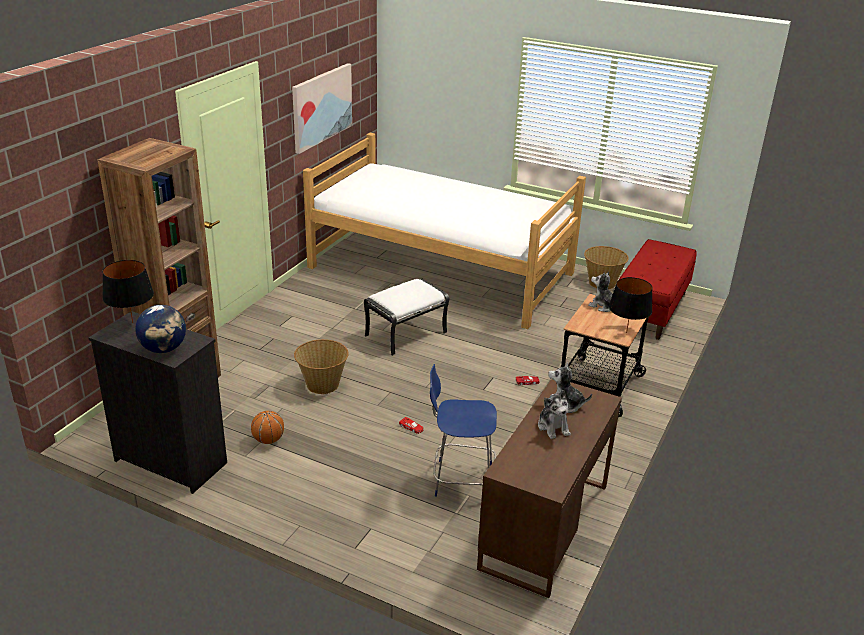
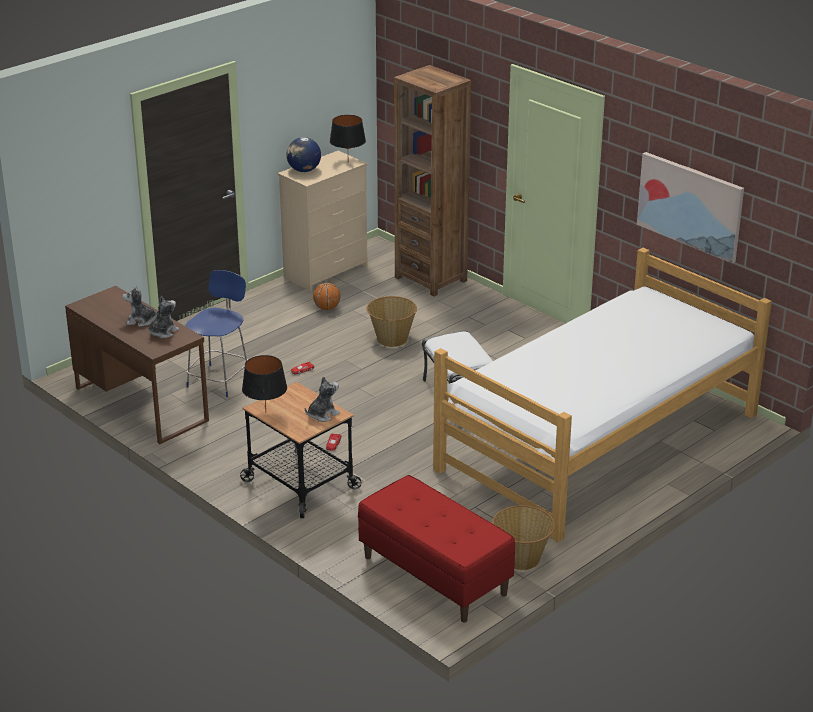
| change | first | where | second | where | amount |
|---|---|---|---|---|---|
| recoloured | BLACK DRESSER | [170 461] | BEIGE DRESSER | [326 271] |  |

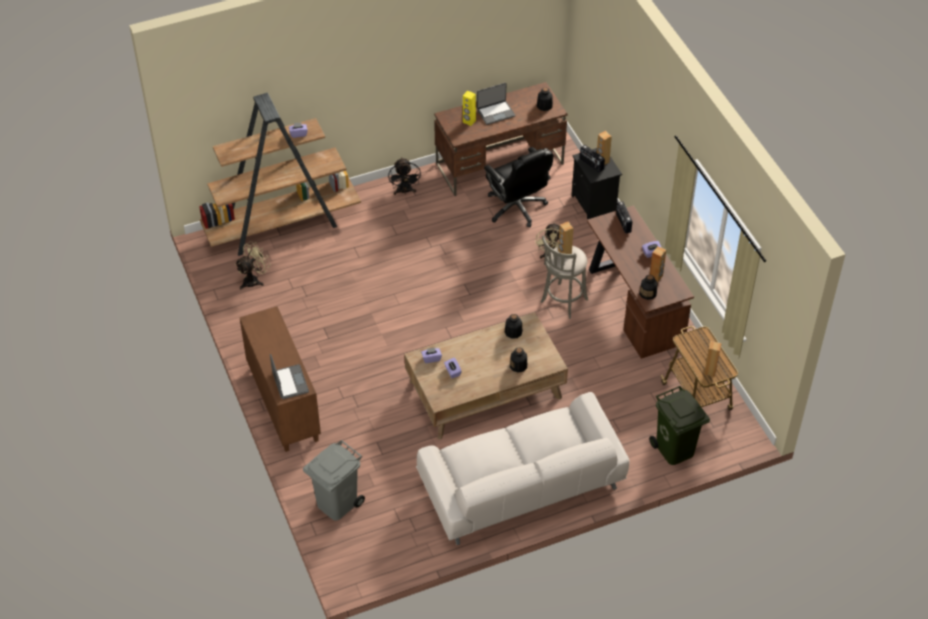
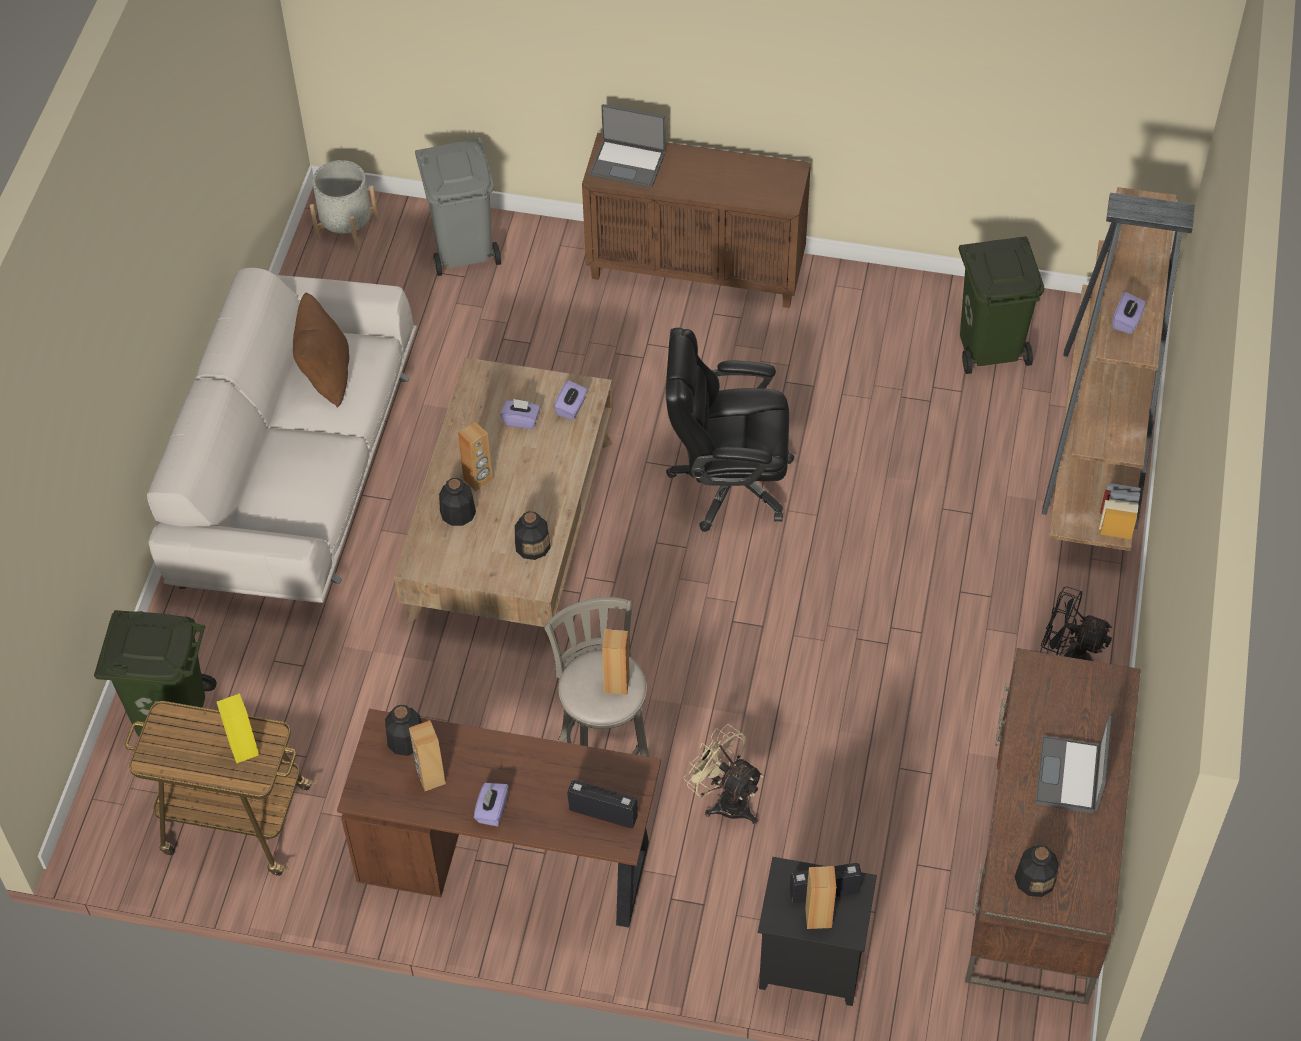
| change | first | where | second | where | amount |
|---|---|---|---|---|---|
| added |  |  | BROWN PILLOW | [326 374] |  |
| added |  |  | GREY PLANTER | [347 229] |  |
| moved | YELLOW SPEAKER | [469 121] |  | [244 750] |  |
| moved | BLACK OFFICE CHAIR | [517 208] |  | [728 483] |  |
| moved | BROWN SPEAKER | [710 371] |  | [478 480] |  |
| replaced | BEIGE FAN | [254 280] | GREEN TRASH CAN | [991 346] |  |

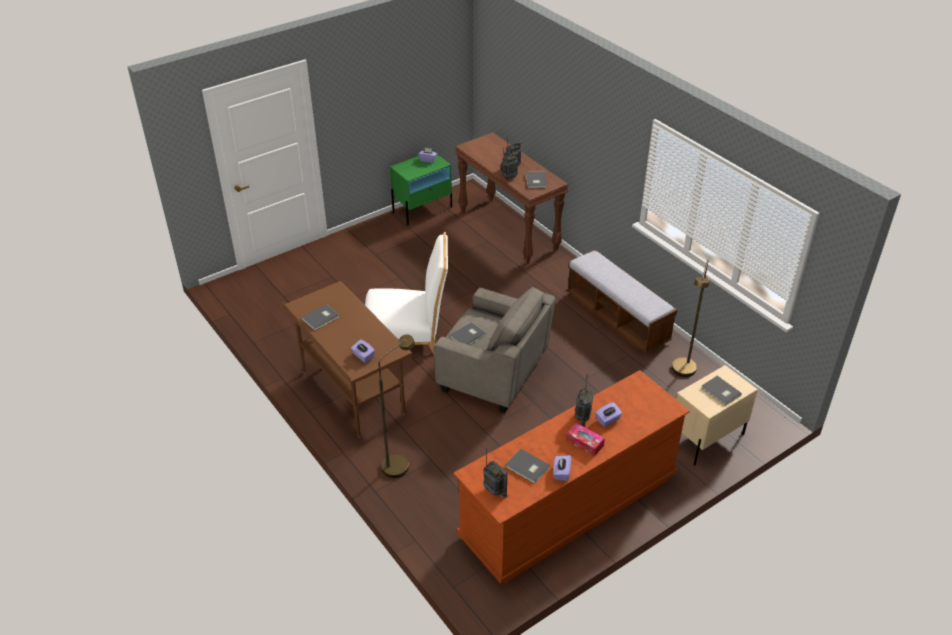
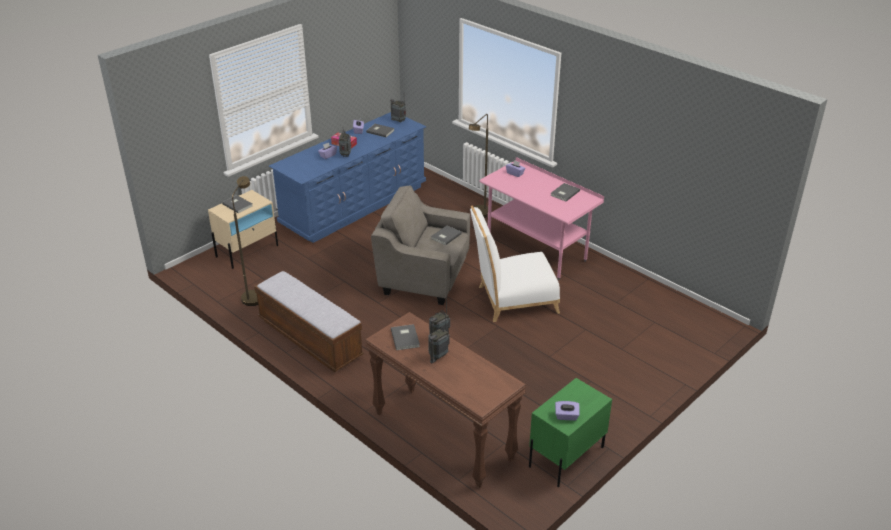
| change | first | where | second | where | amount |
|---|---|---|---|---|---|
| recoloured | BROWN DESK | [352 393] | PINK DESK | [536 251] |  |
| recoloured | BROWN DRESSER | [568 507] | BLUE DRESSER | [354 205] |  |

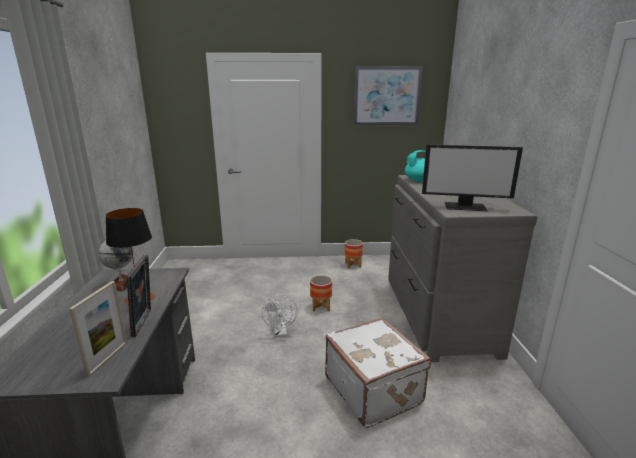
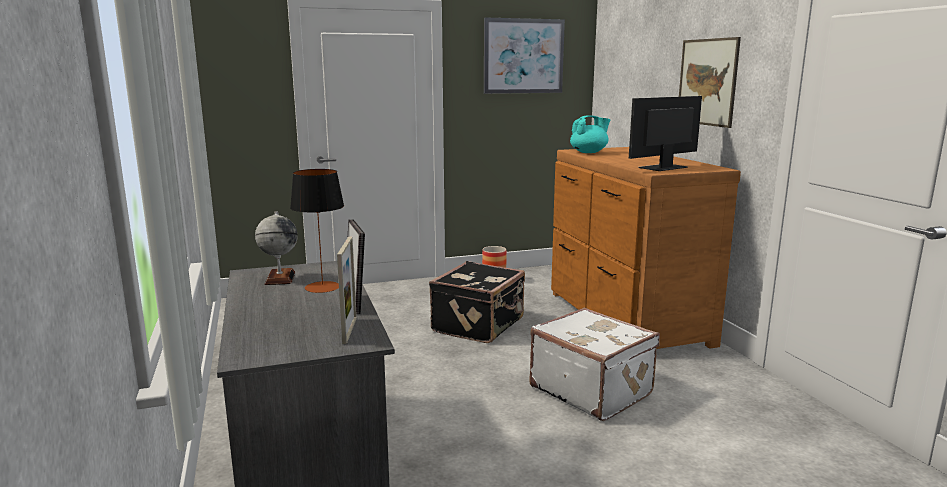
| change | first | where | second | where | amount |
|---|---|---|---|---|---|
| removed | WHITE FAN | [280 332] |  |  |  |
| added |  |  | PICTURE | [707 82] |  |
| replaced | PLANTER | [321 307] | BLACK SUITCASE | [480 325] |  |
| recoloured | GREY DRESSER | [437 315] | BROWN DRESSER | [625 318] |  |
| turned | MONITOR | [465 206] |  | [663 167] | 150 degrees clockwise |

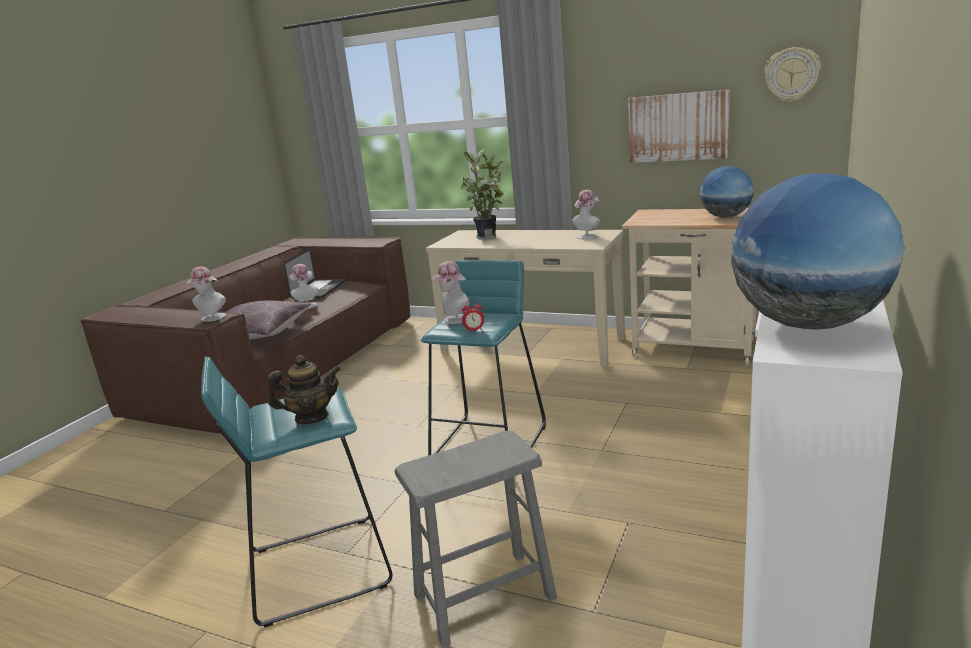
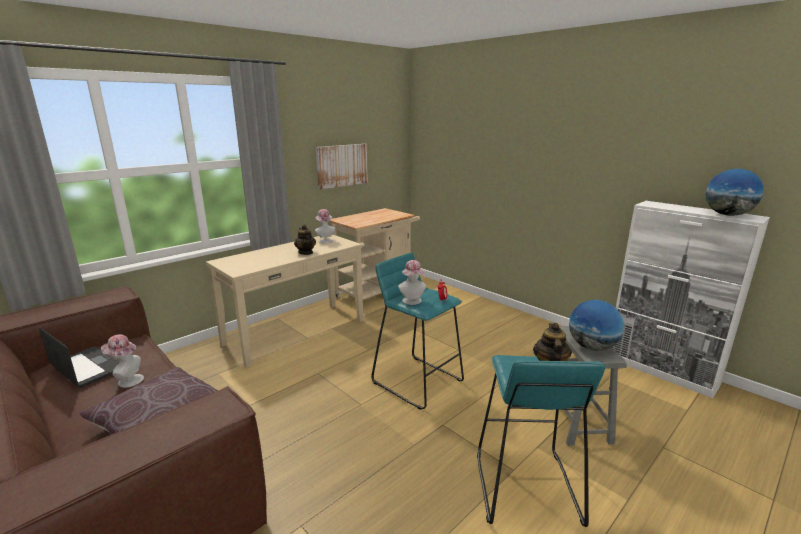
| change | first | where | second | where | amount |
|---|---|---|---|---|---|
| removed | HAT | [211 318] |  |  |  |
| removed | POTTED PLANT | [489 237] |  |  |  |
| removed | WALL CLOCK | [791 74] |  |  |  |
| added |  |  | TEAPOT | [306 252] |  |
| moved | GLOBE | [725 217] |  | [592 347] |  |

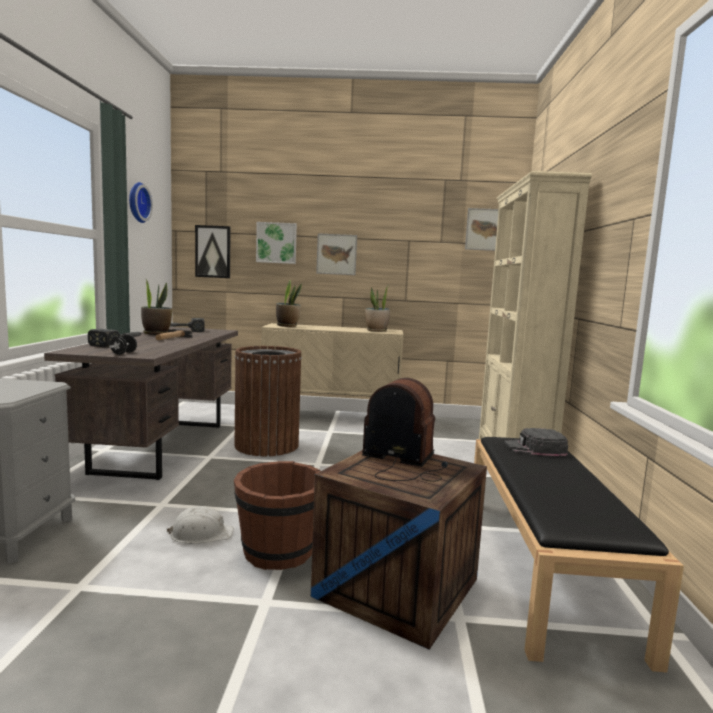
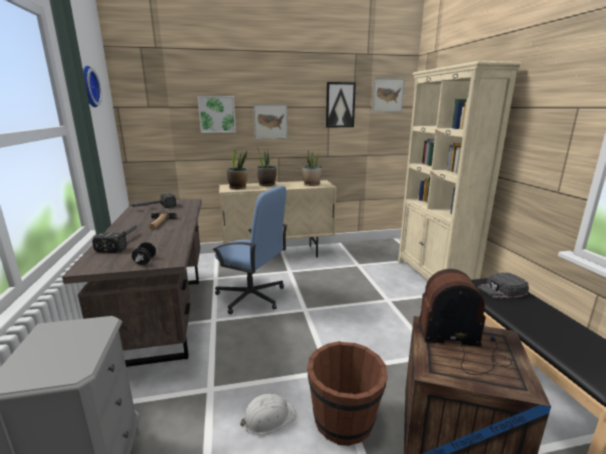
| change | first | where | second | where | amount |
|---|---|---|---|---|---|
| moved | POTTED PLANT | [156 333] |  | [266 185] |  |
| moved | PICTURE | [213 251] |  | [340 105] |  |
| replaced | BROWN TRASH CAN | [266 445] | BLUE OFFICE CHAIR | [251 297] |  |

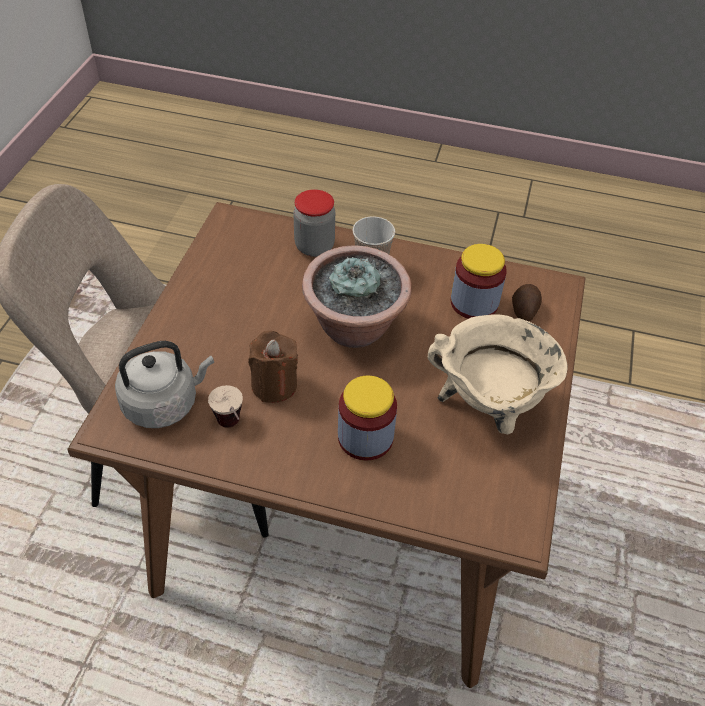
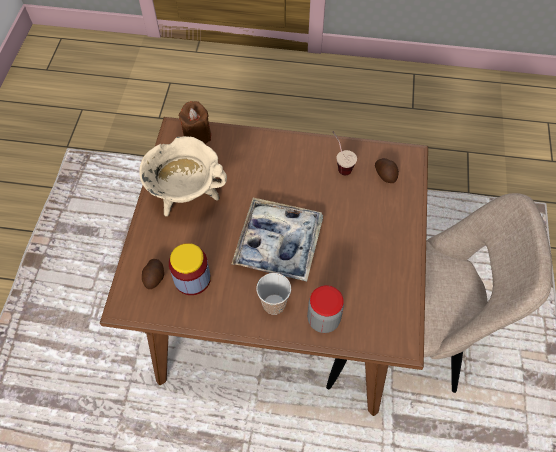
| change | first | where | second | where | amount |
|---|---|---|---|---|---|
| removed | JAR | [365 437] |  |  |  |
| moved | BROWN CANDLE | [274 385] |  | [197 136] |  |
| replaced | GREY KETTLE | [164 403] | POTATO | [385 174] |  |
| replaced | POTTED PLANT | [355 328] | TRAY | [278 244] |  |

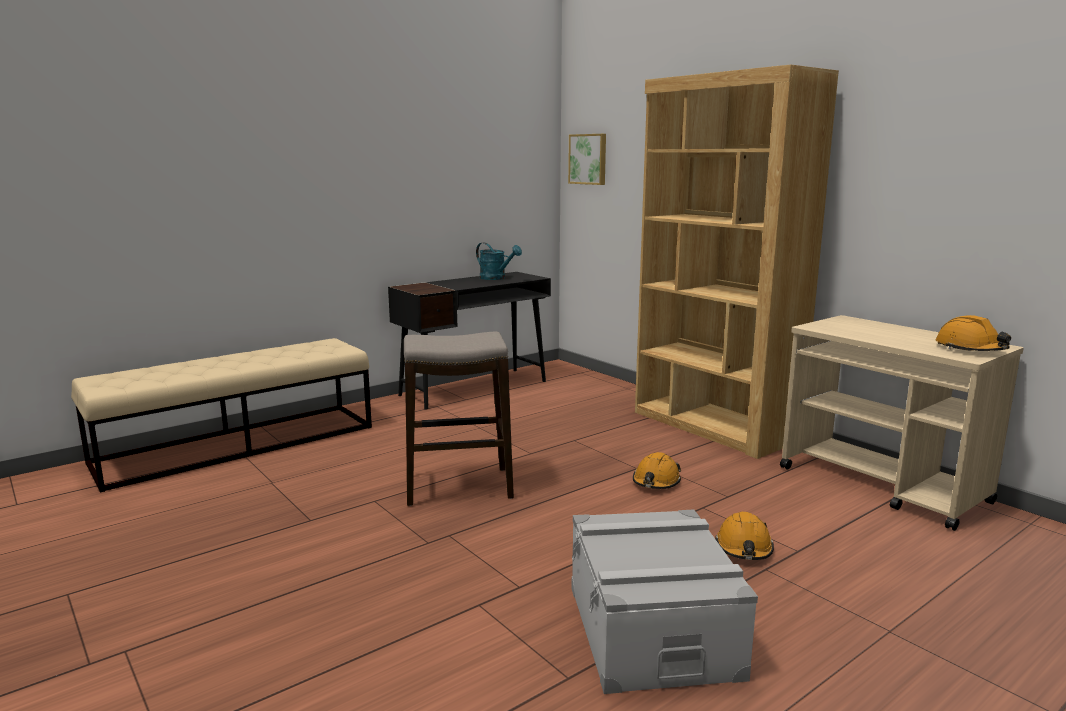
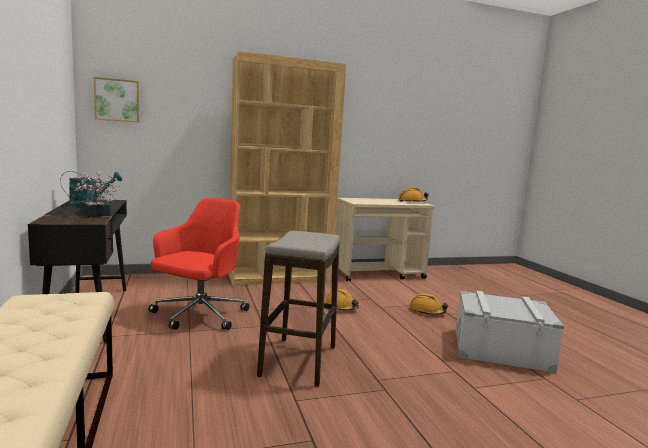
| change | first | where | second | where | amount |
|---|---|---|---|---|---|
| added |  |  | POTTED PLANT | [95 214] |  |
| added |  |  | RED OFFICE CHAIR | [198 315] |  |

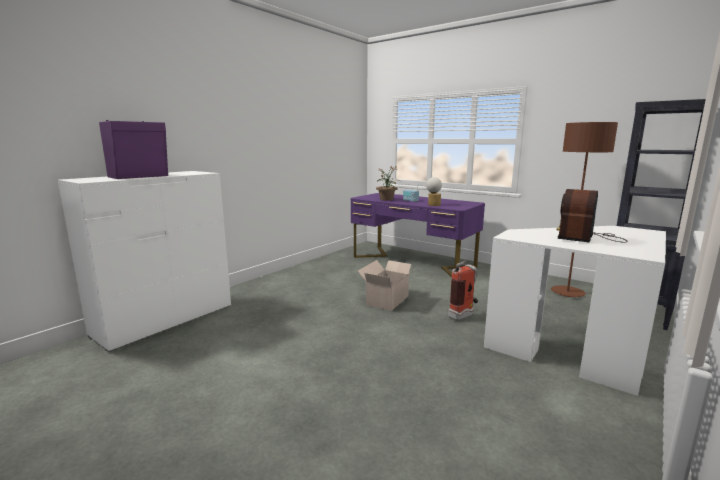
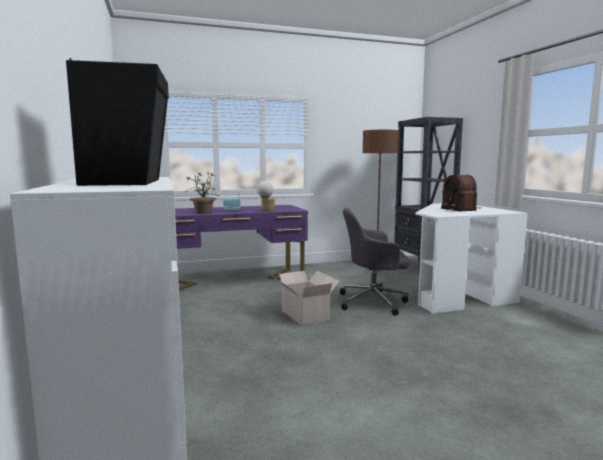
| change | first | where | second | where | amount |
|---|---|---|---|---|---|
| replaced | FIRE EXTINGUISHER | [464 315] | GREY OFFICE CHAIR | [374 302] |  |
| recoloured | PURPLE SPEAKER | [140 176] | BLACK SPEAKER | [129 182] |  |

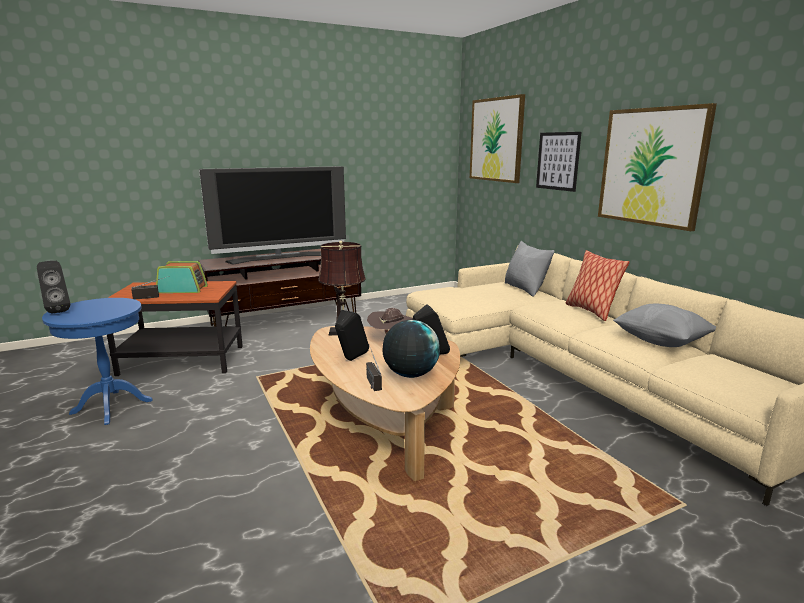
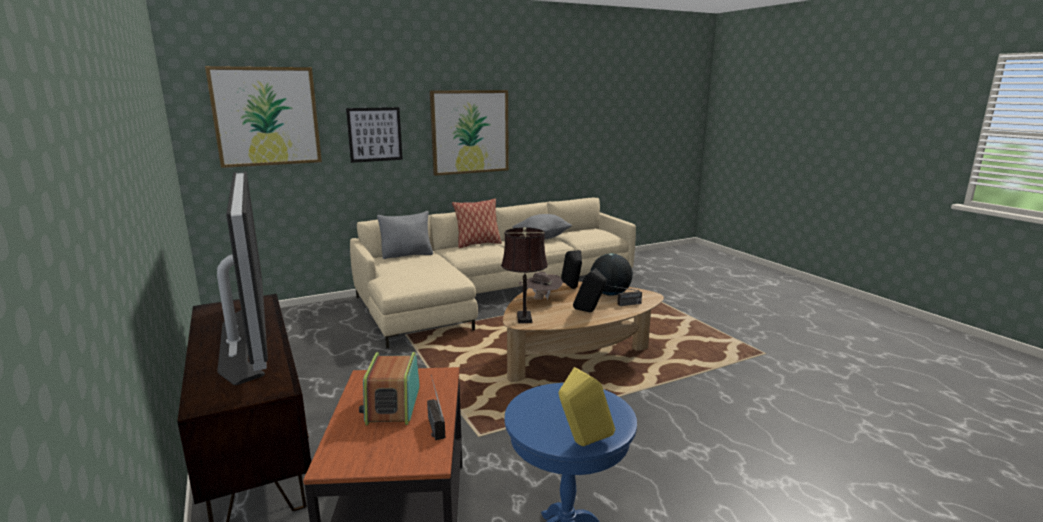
| change | first | where | second | where | amount |
|---|---|---|---|---|---|
| recoloured | BLACK SPEAKER | [58 311] | YELLOW SPEAKER | [582 444] |  |

